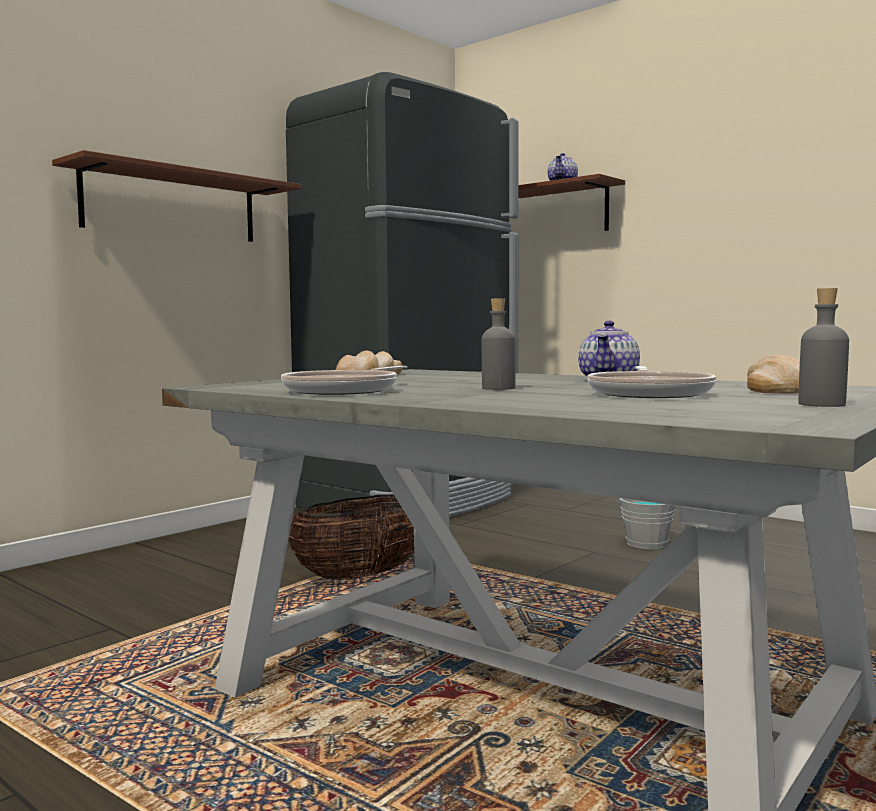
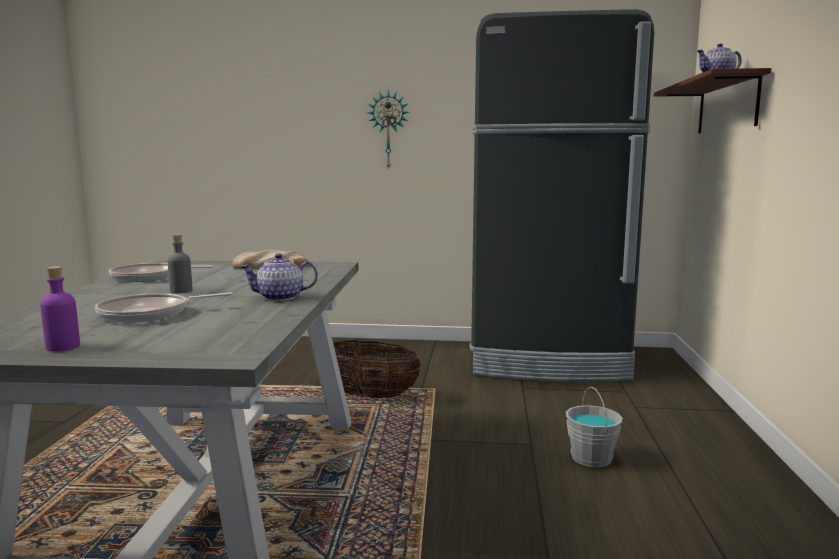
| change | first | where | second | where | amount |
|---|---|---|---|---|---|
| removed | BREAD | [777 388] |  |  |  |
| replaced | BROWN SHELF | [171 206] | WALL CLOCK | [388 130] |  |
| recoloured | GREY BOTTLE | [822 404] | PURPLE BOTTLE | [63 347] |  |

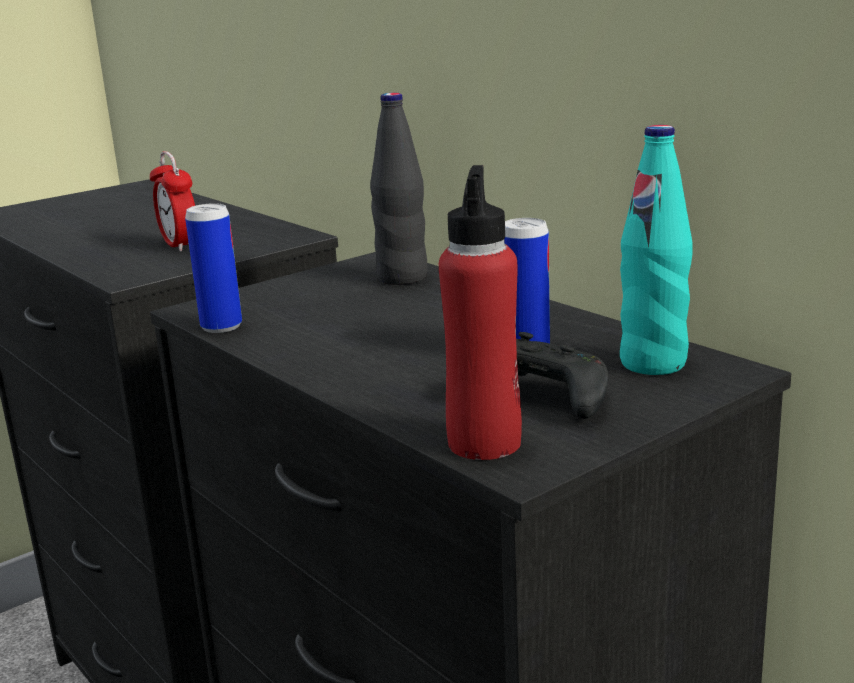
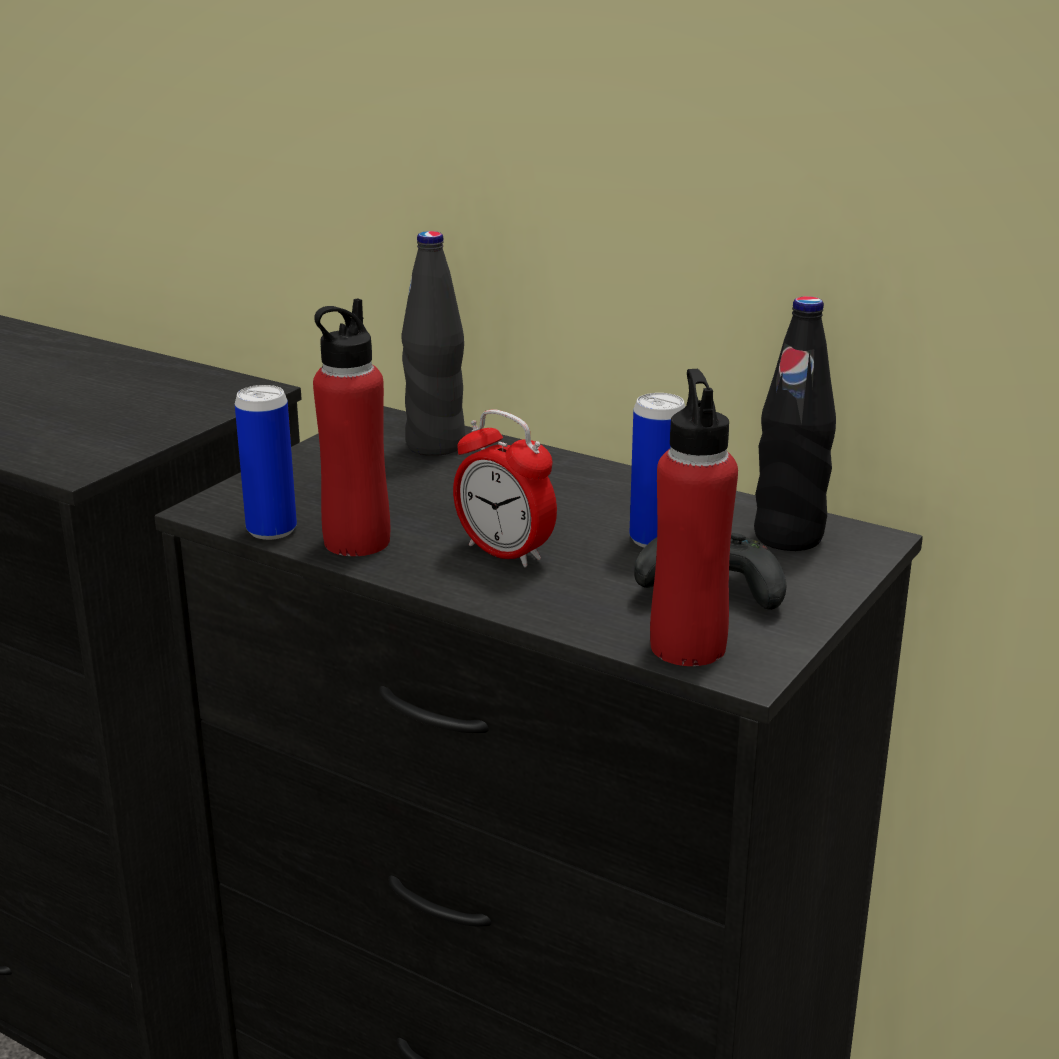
| change | first | where | second | where | amount |
|---|---|---|---|---|---|
| added |  |  | RED BOTTLE | [356 541] |  |
| moved | ALARM CLOCK | [179 245] |  | [505 553] |  |
| recoloured | TURQUOISE BOTTLE | [653 363] | BLACK BOTTLE | [788 537] |  |

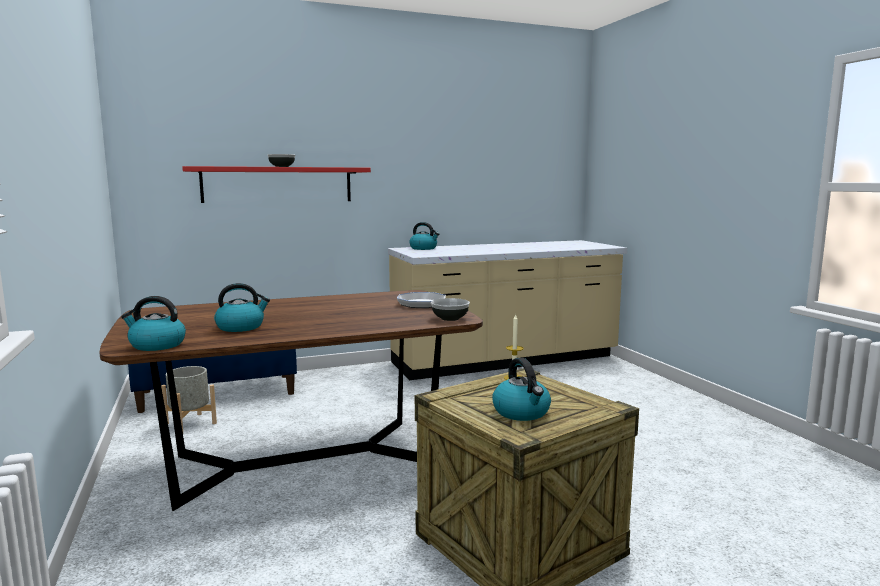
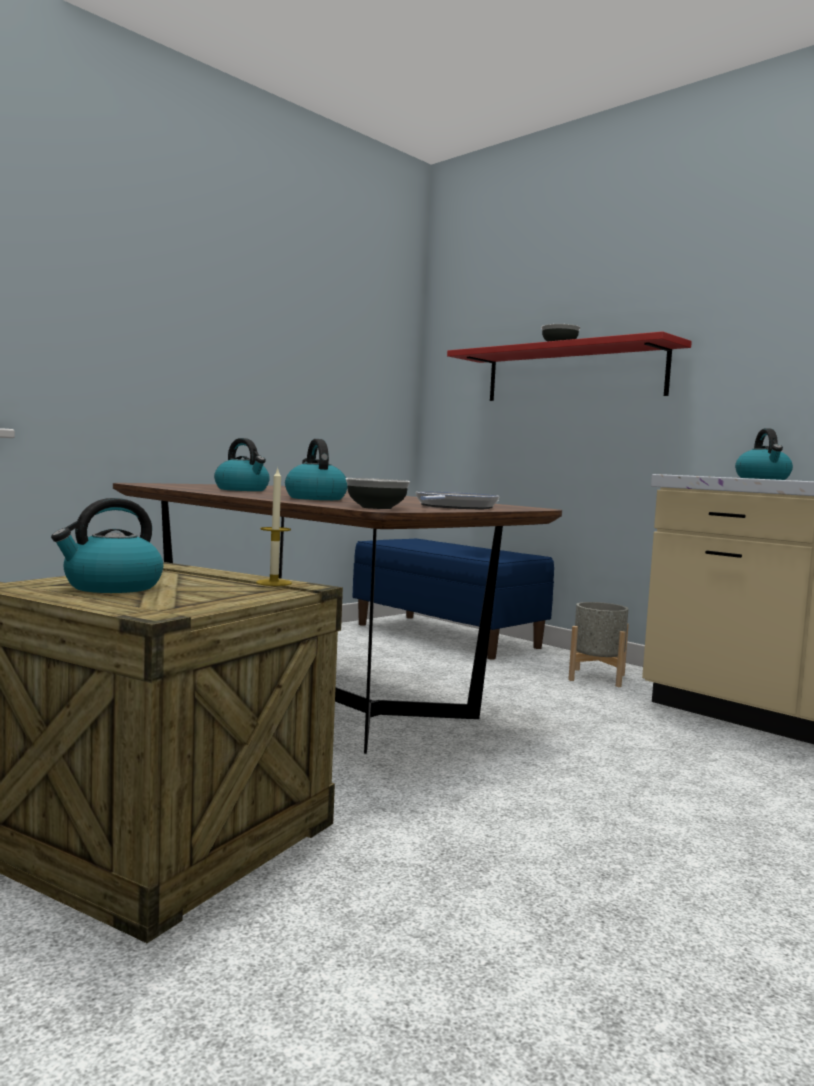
| change | first | where | second | where | amount |
|---|---|---|---|---|---|
| moved | KETTLE | [156 345] |  | [315 498] |  |
| moved | GREY PLANTER | [190 423] |  | [596 677] |  |

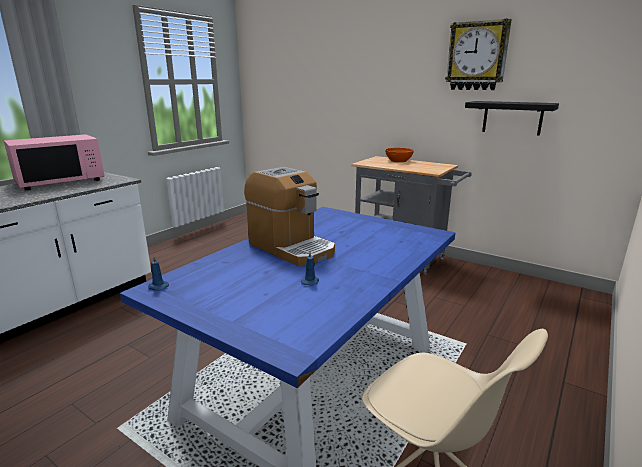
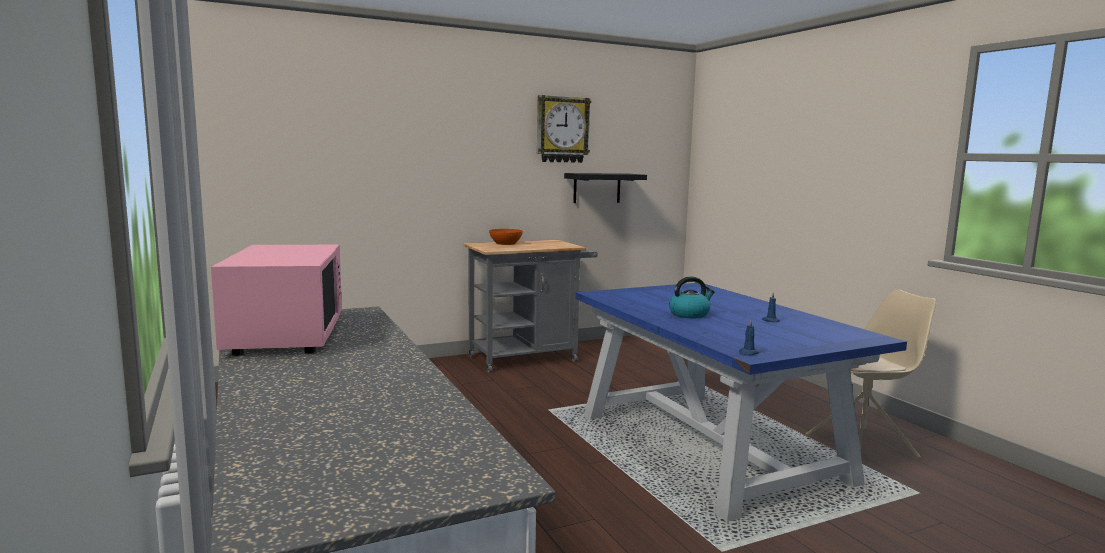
| change | first | where | second | where | amount |
|---|---|---|---|---|---|
| replaced | COFFEE MACHINE | [291 248] | KETTLE | [689 314] |  |

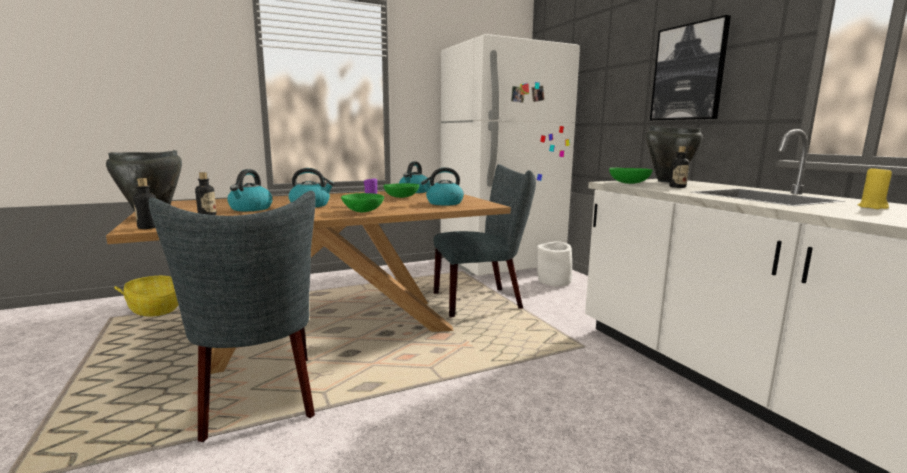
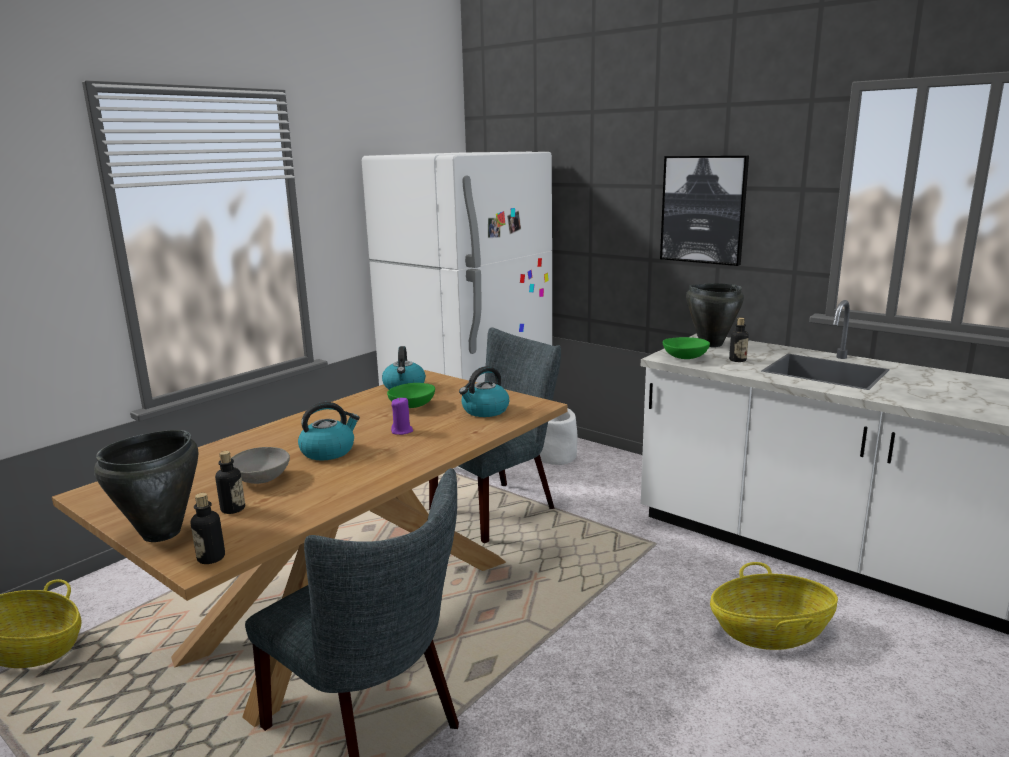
| change | first | where | second | where | amount |
|---|---|---|---|---|---|
| removed | GREEN BOWL | [363 211] |  |  |  |
| removed | YELLOW CANDLE | [872 207] |  |  |  |
| added |  |  | BASKET | [770 632] |  |
| replaced | KETTLE | [250 209] | GREY BOWL | [262 478] |  |

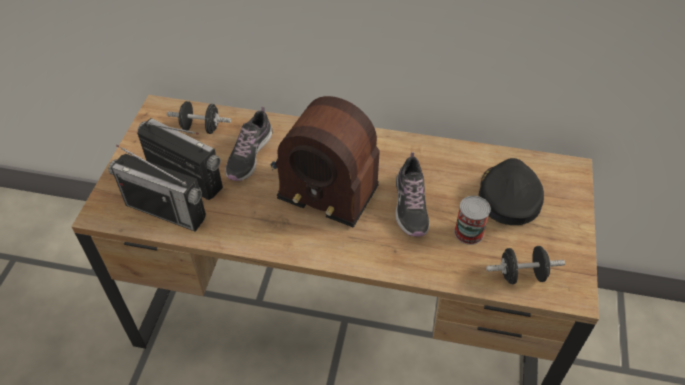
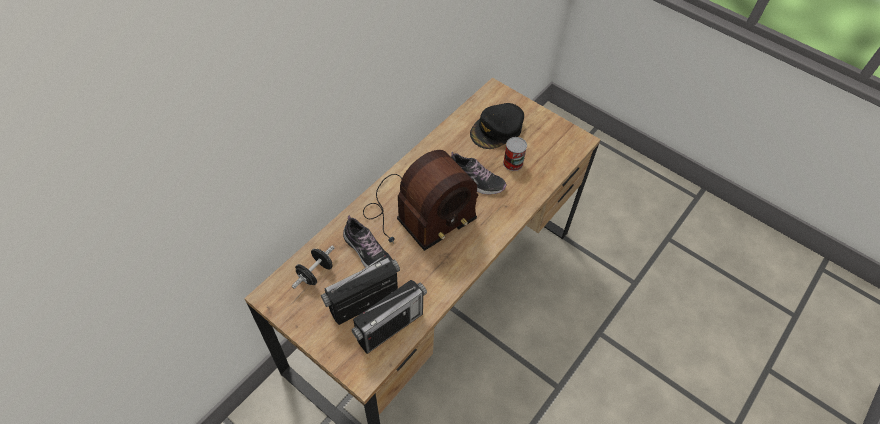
| change | first | where | second | where | amount |
|---|---|---|---|---|---|
| removed | BLACK DUMBBELL | [521 275] |  |  |  |
| turned | BLACK CAP | [508 196] |  | [497 130] | 75 degrees counterclockwise |

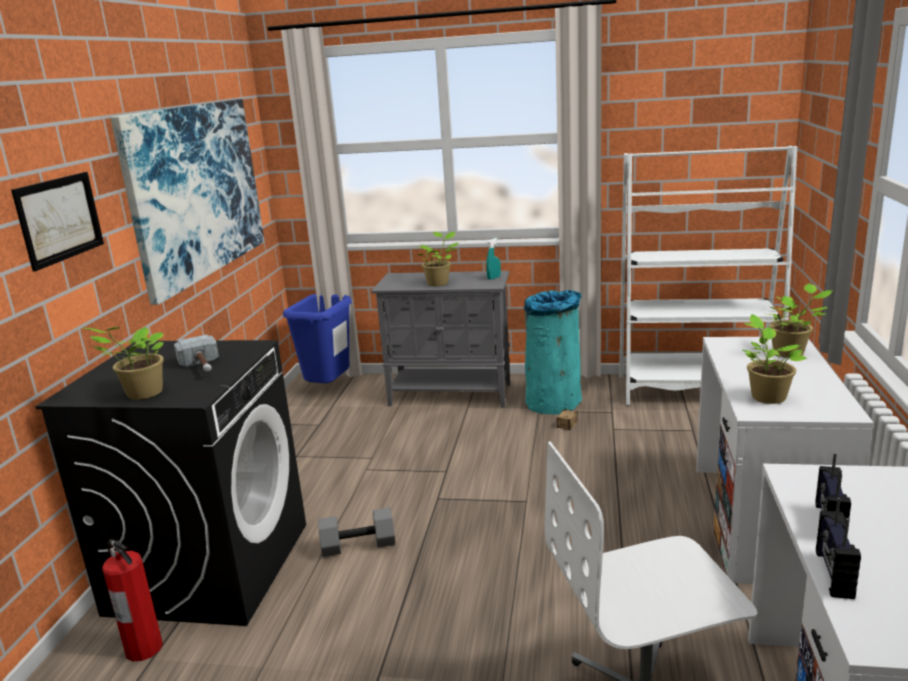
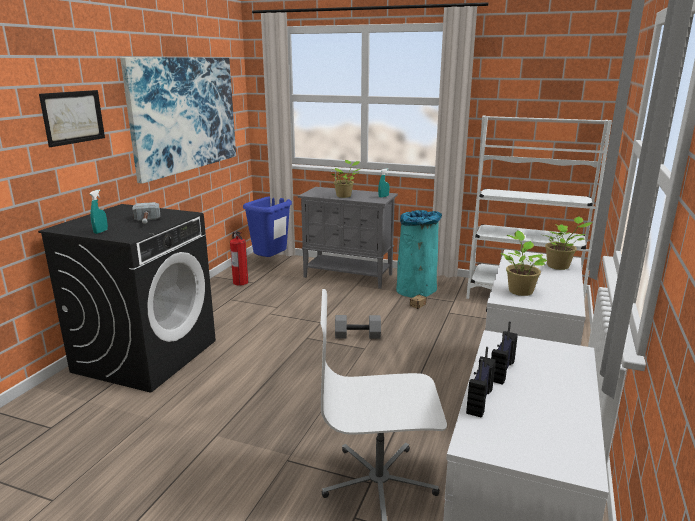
| change | first | where | second | where | amount |
|---|---|---|---|---|---|
| moved | FIRE EXTINGUISHER | [143 647] |  | [240 282] |  |
| moved | GREY DUMBBELL | [359 544] |  | [358 335] |  |
| replaced | POTTED PLANT | [142 394] | TURQUOISE SPRAY BOTTLE | [101 231] |  |

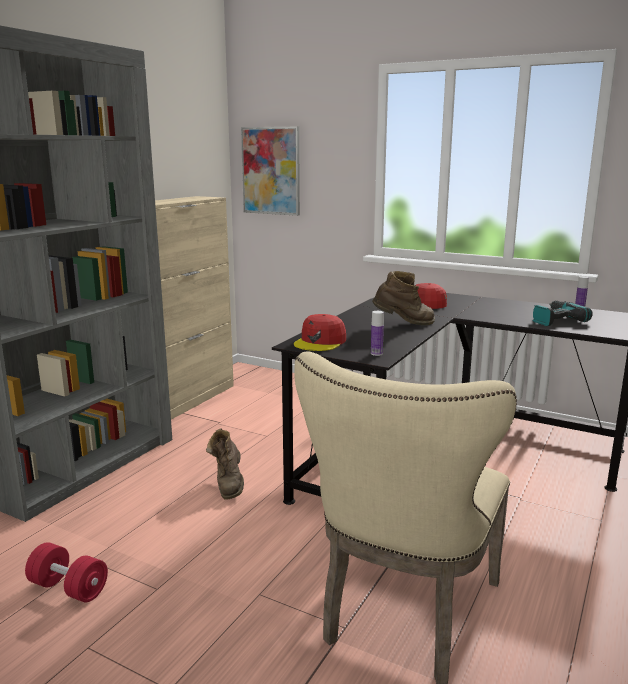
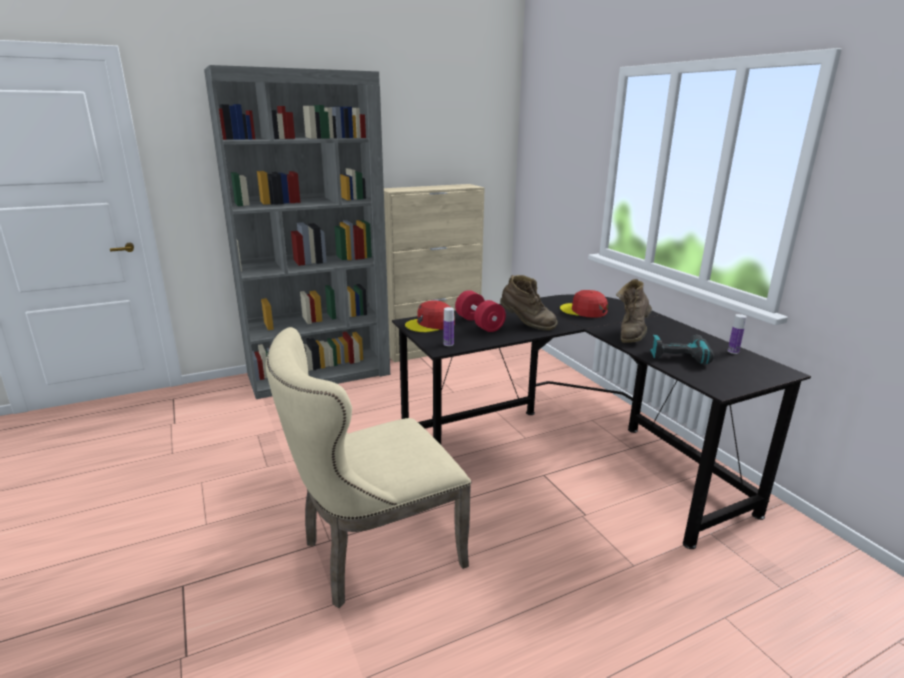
| change | first | where | second | where | amount |
|---|---|---|---|---|---|
| removed | PICTURE | [271 171] |  |  |  |
| moved | RED DUMBBELL | [68 588] |  | [479 324] |  |
| moved | BROWN BOOT | [229 484] |  | [632 334] |  |

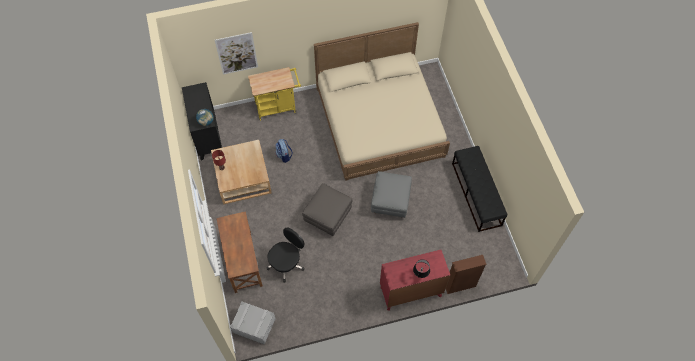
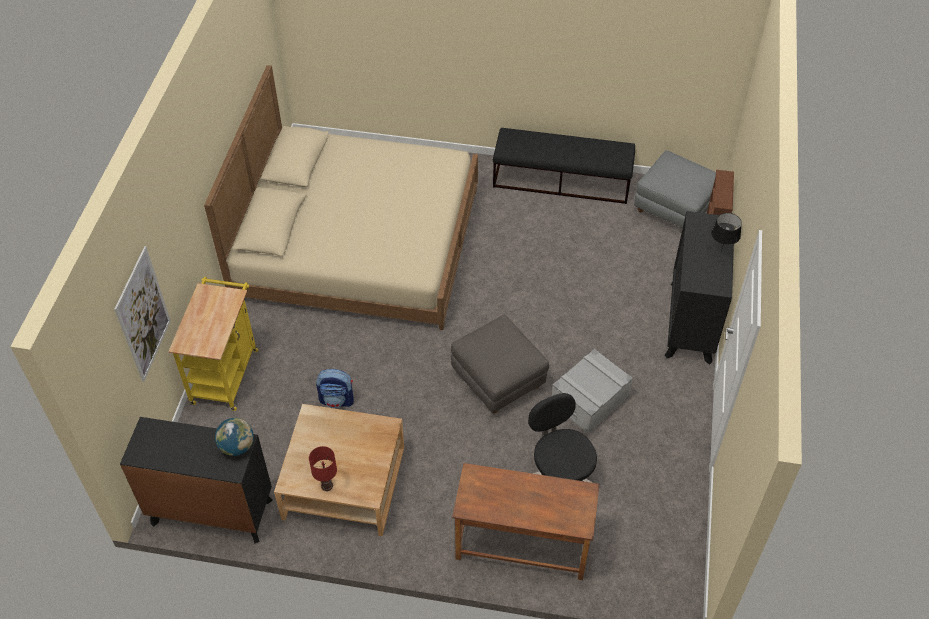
| change | first | where | second | where | amount |
|---|---|---|---|---|---|
| moved | GREY STORAGE BOX | [254 325] |  | [590 400] |  |
| moved | GREY OTTOMAN | [390 201] |  | [674 208] |  |
| recoloured | RED DRESSER | [410 291] | BLACK DRESSER | [691 322] |  |

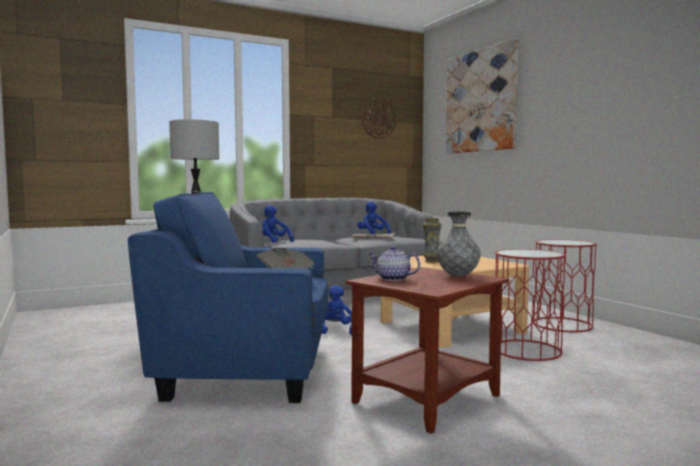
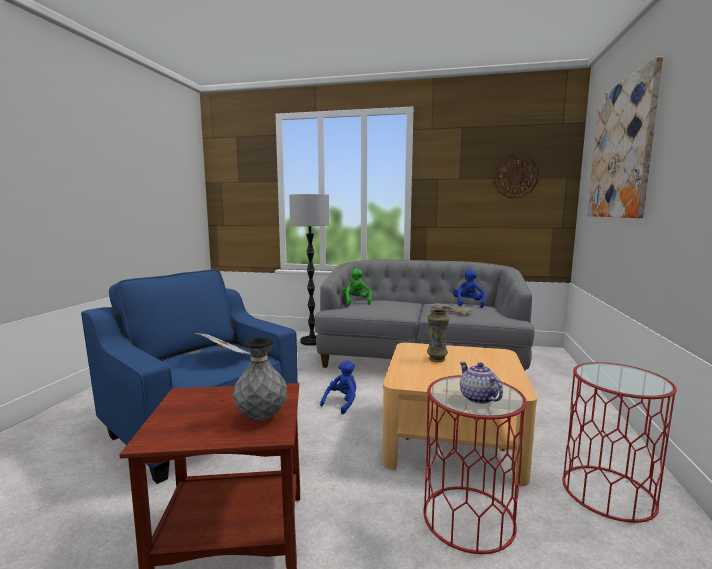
| change | first | where | second | where | amount |
|---|---|---|---|---|---|
| moved | TEAPOT | [392 279] |  | [477 398] |  |
| recoloured | BLUE PLUSH TOY | [273 242] | GREEN PLUSH TOY | [356 302] |  |

